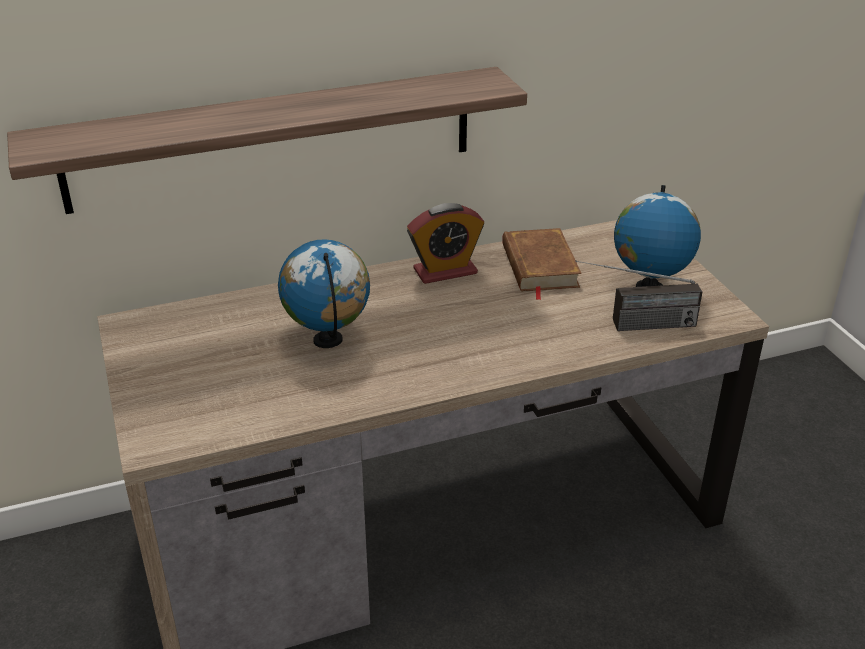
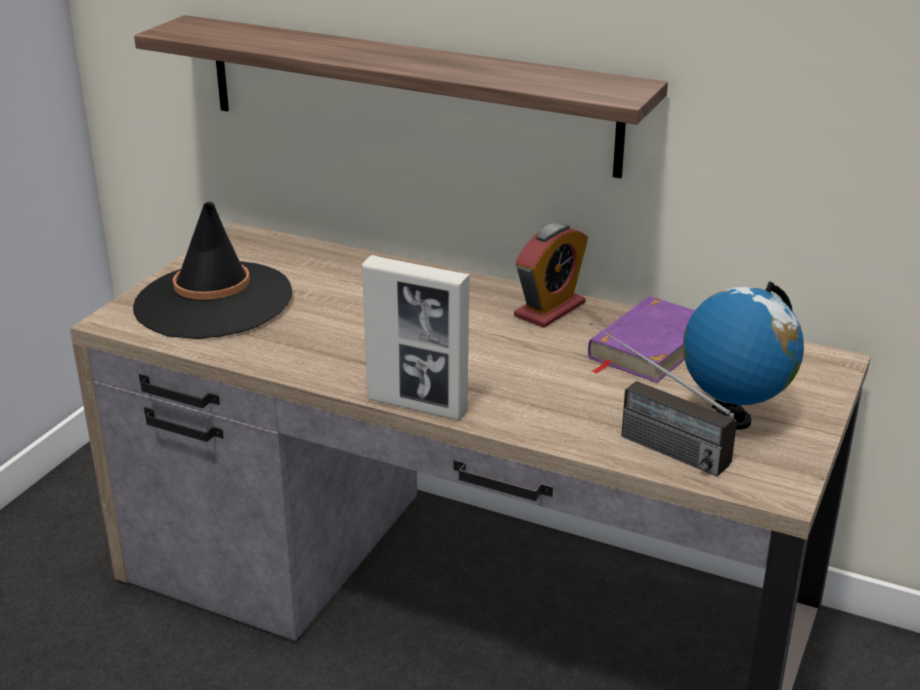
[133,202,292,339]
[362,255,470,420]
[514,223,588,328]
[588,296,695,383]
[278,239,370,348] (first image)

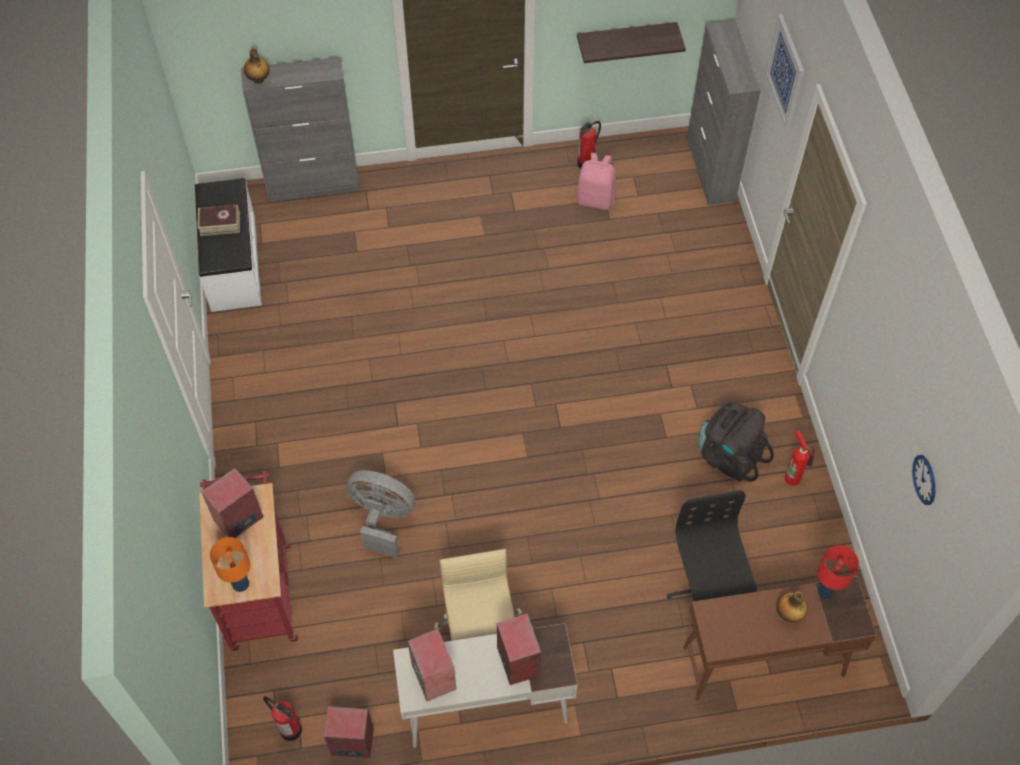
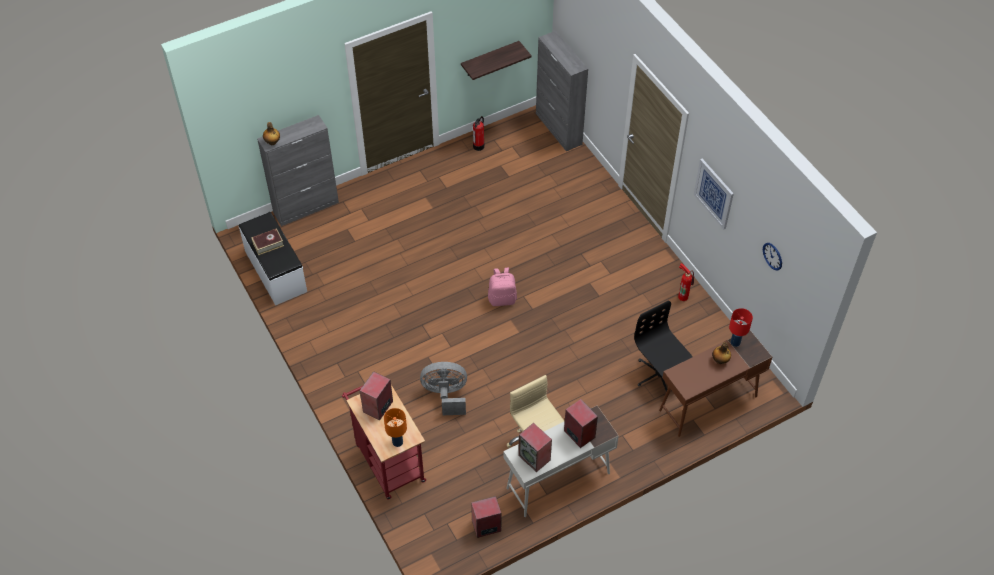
[488,268,517,306]
[694,158,734,229]
[263,696,302,741] (first image)
[698,402,774,482] (first image)

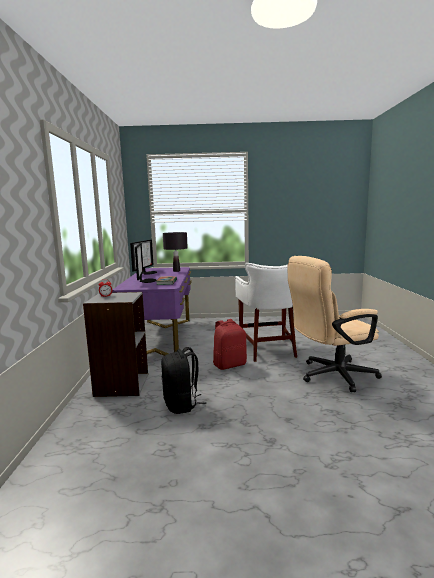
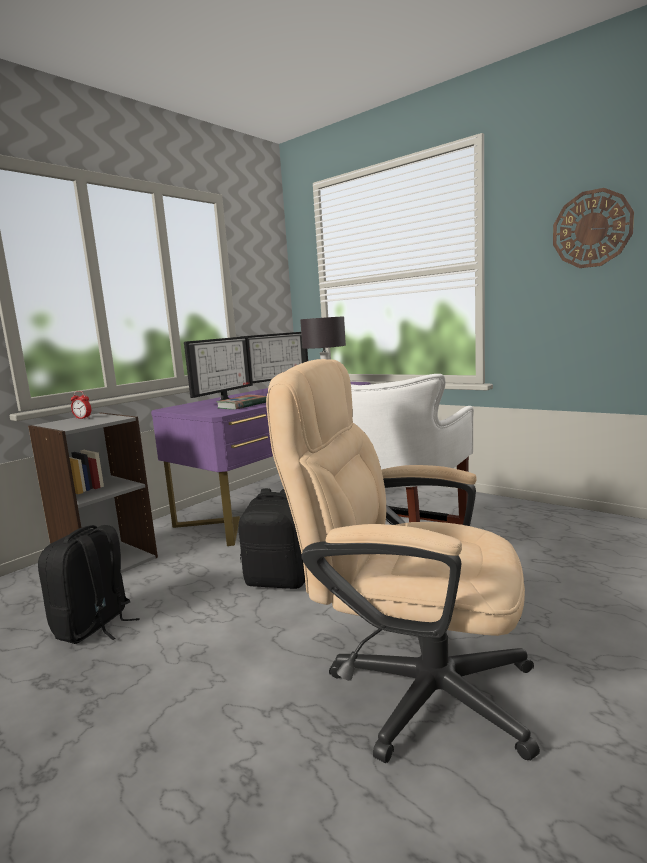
[239,488,305,589]
[553,188,634,268]

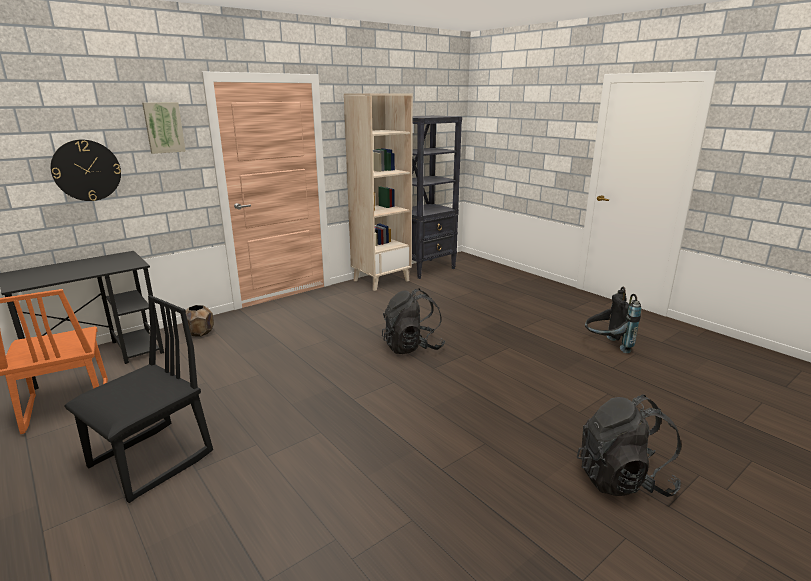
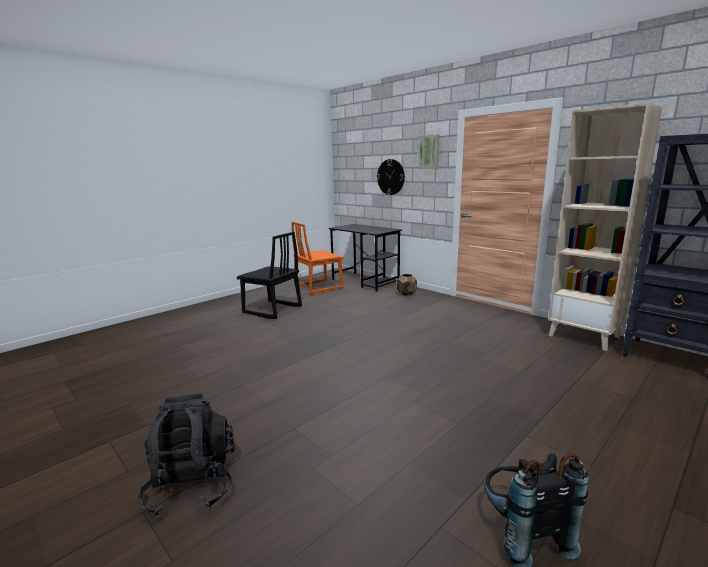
[382,288,446,354] (first image)

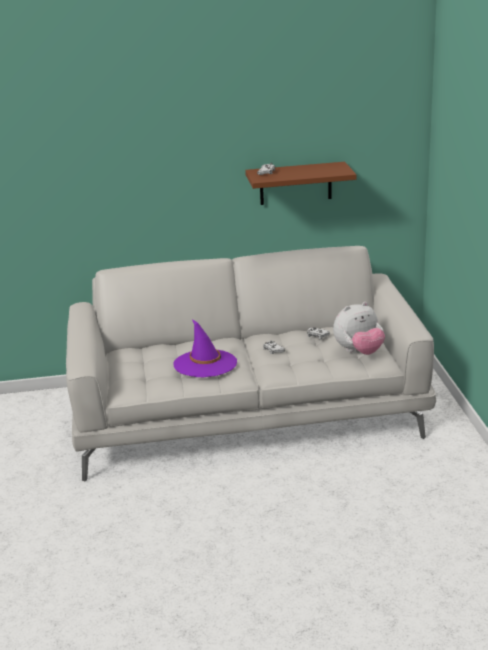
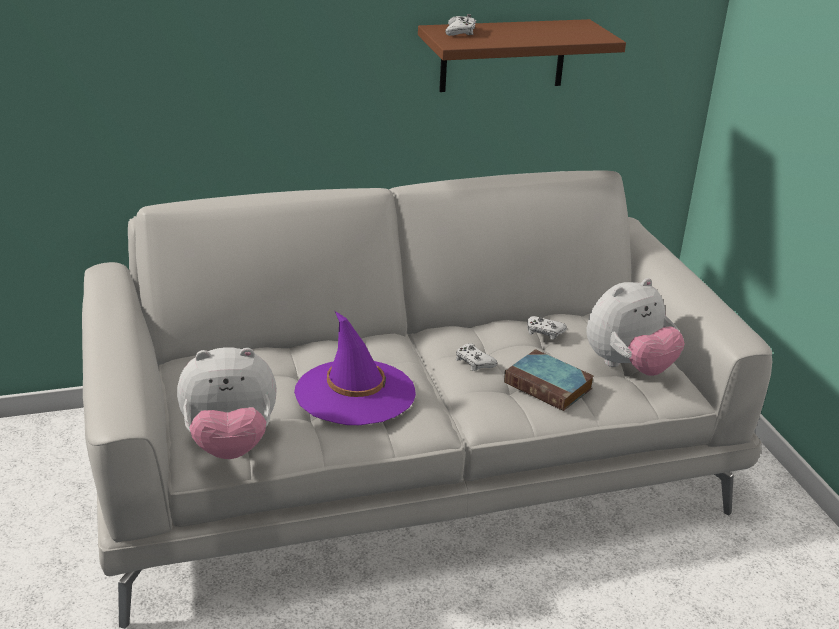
[177,347,277,459]
[504,349,594,411]

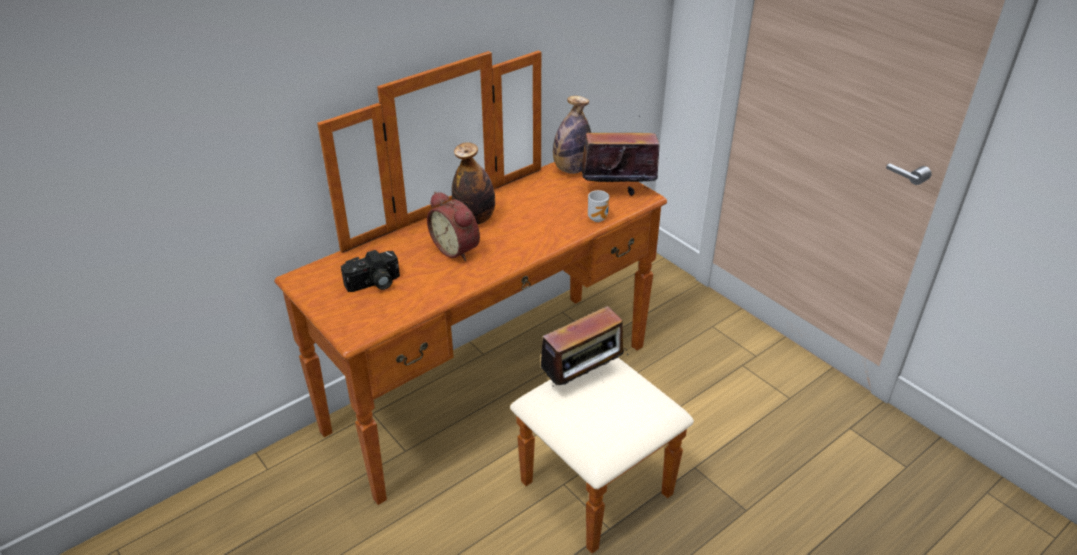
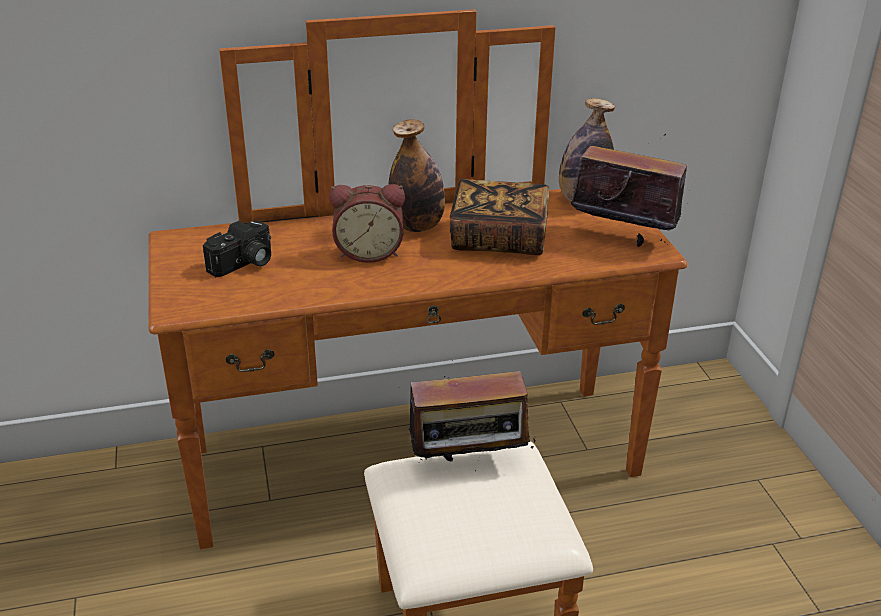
[203,220,271,277]
[329,184,405,263]
[450,179,549,255]
[588,190,609,222] (first image)

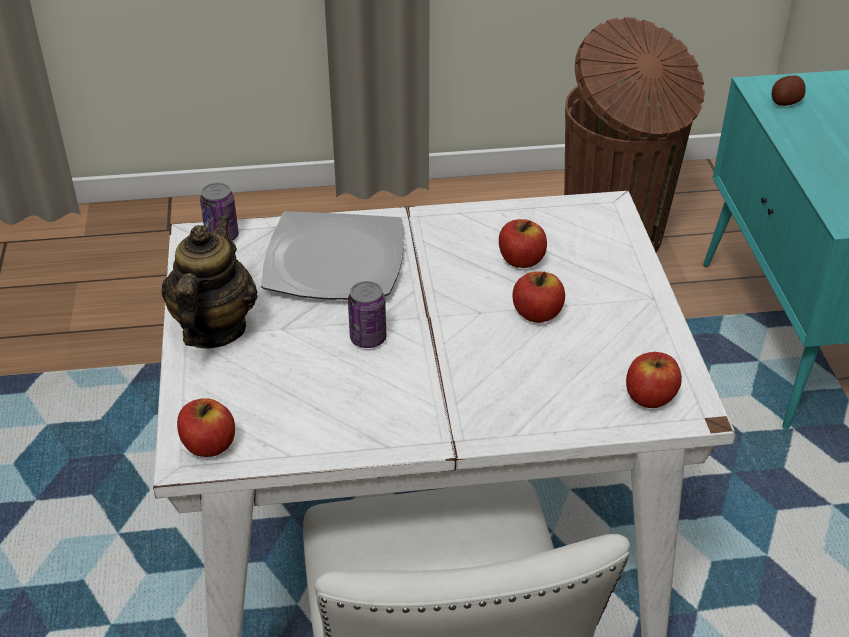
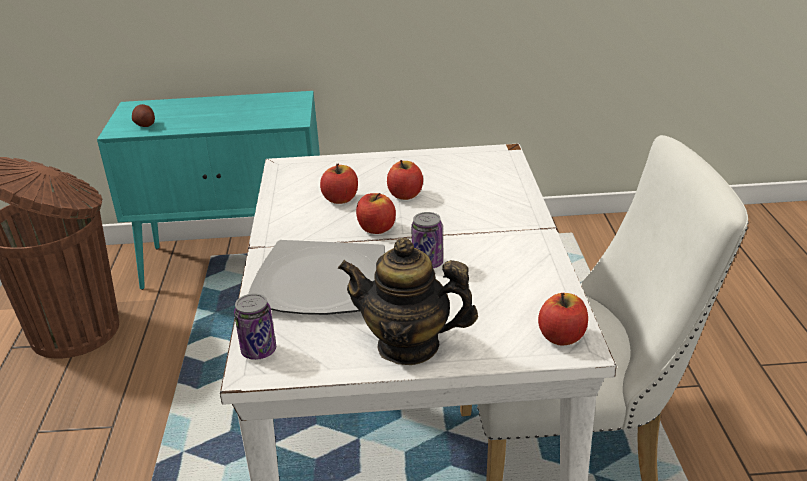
[356,193,396,234]

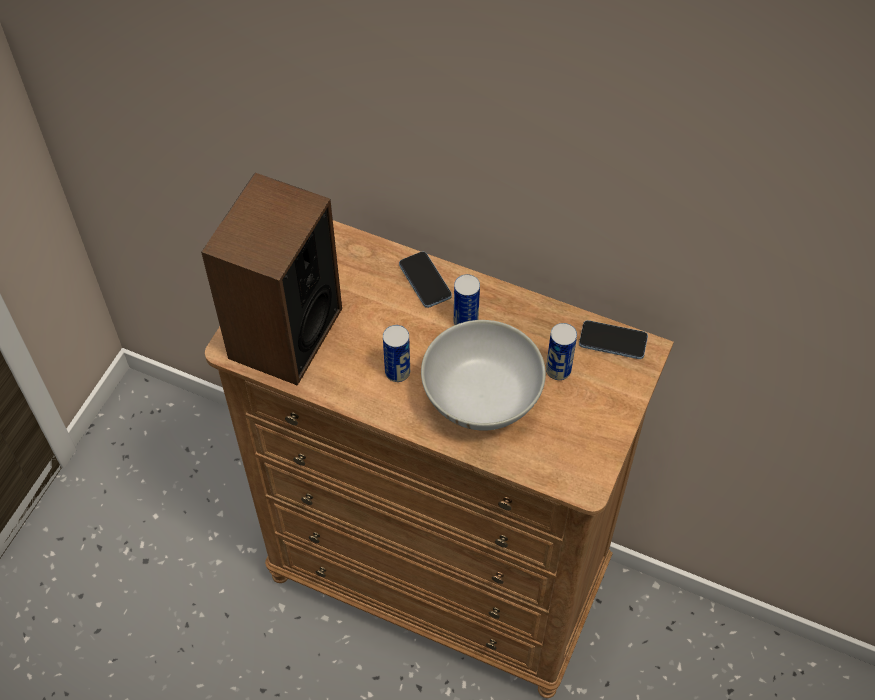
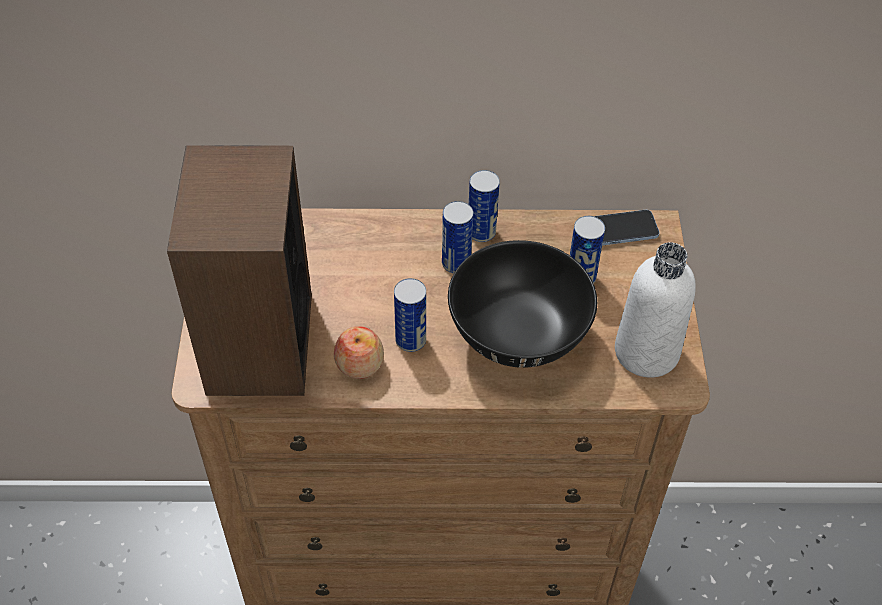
[334,326,384,379]
[448,240,597,368]
[469,170,500,242]
[615,242,696,378]
[399,251,452,308] (first image)

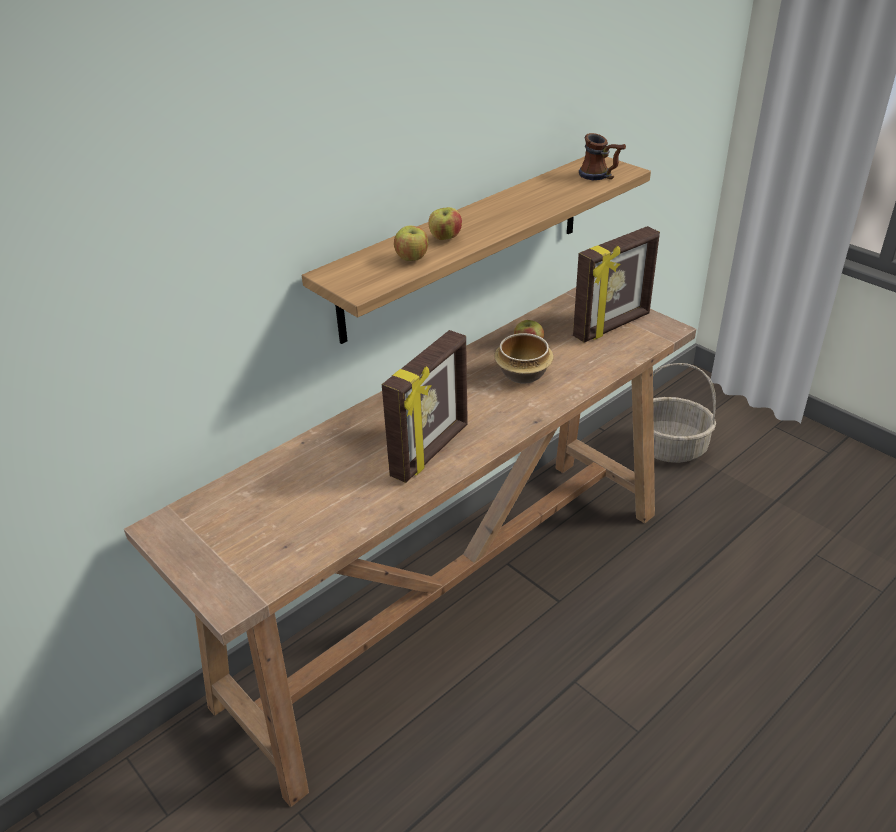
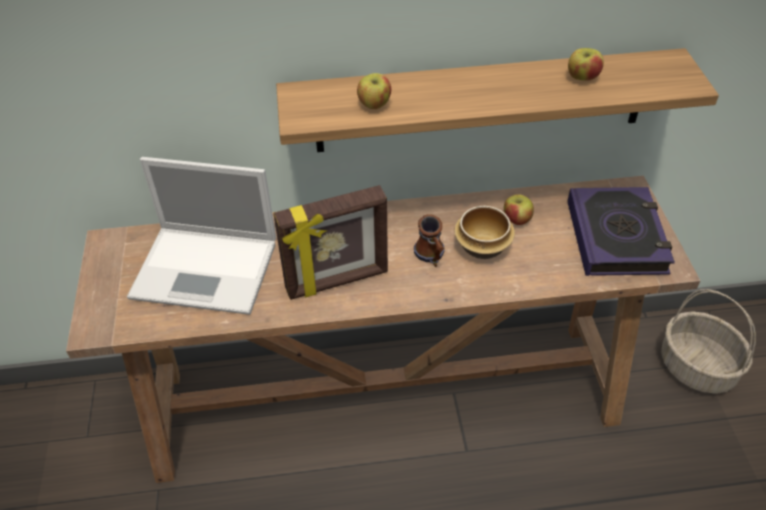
[127,157,276,315]
[414,214,444,267]
[567,187,675,276]
[568,48,604,81]

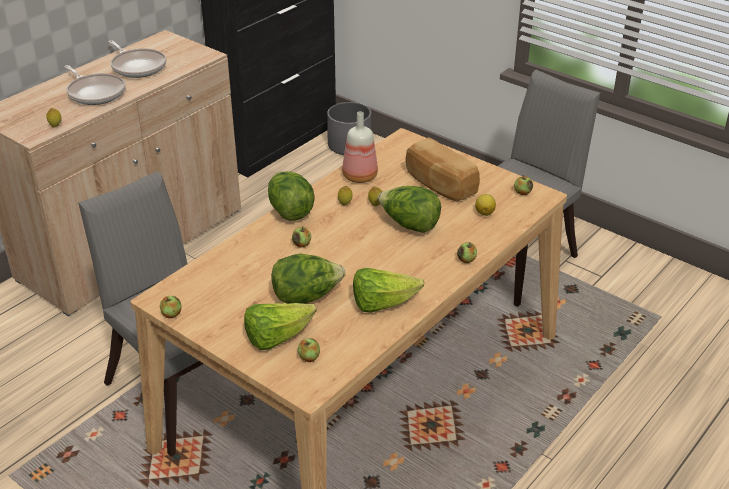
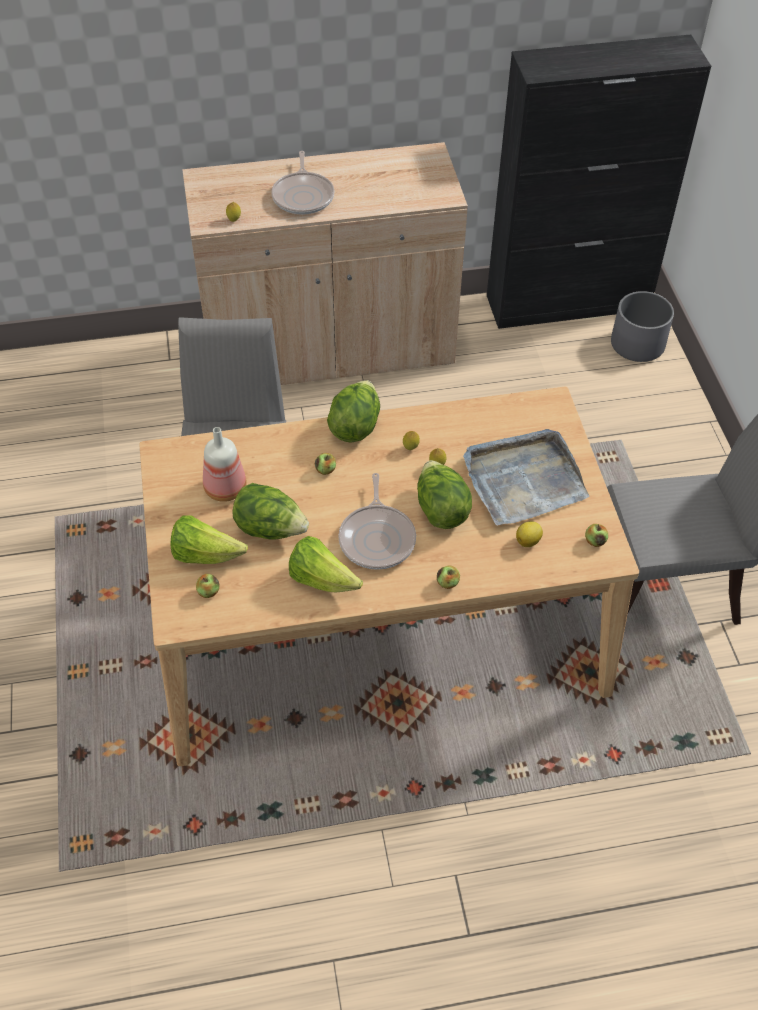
[203,427,247,502]
[338,473,416,570]
[463,429,590,525]
[160,296,182,318] (first image)

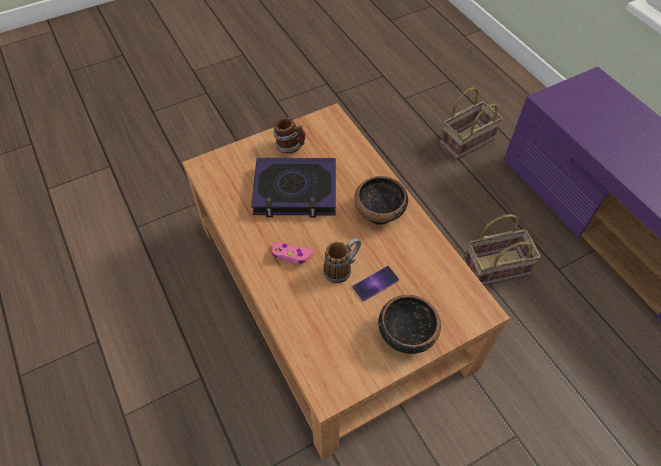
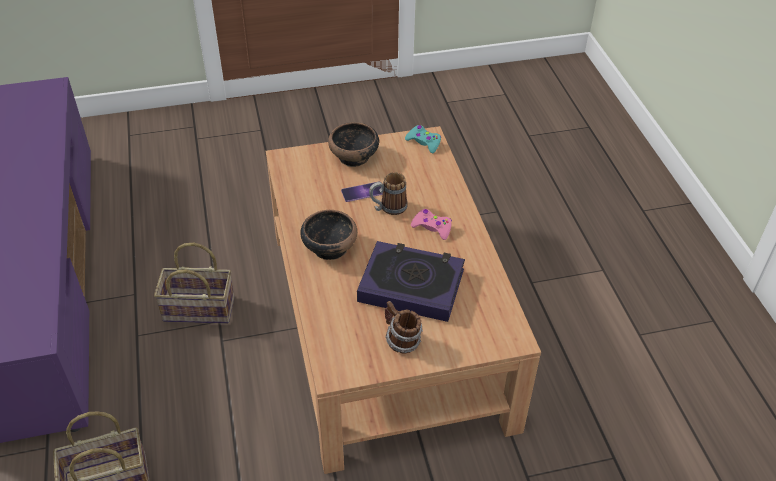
[405,125,441,153]

